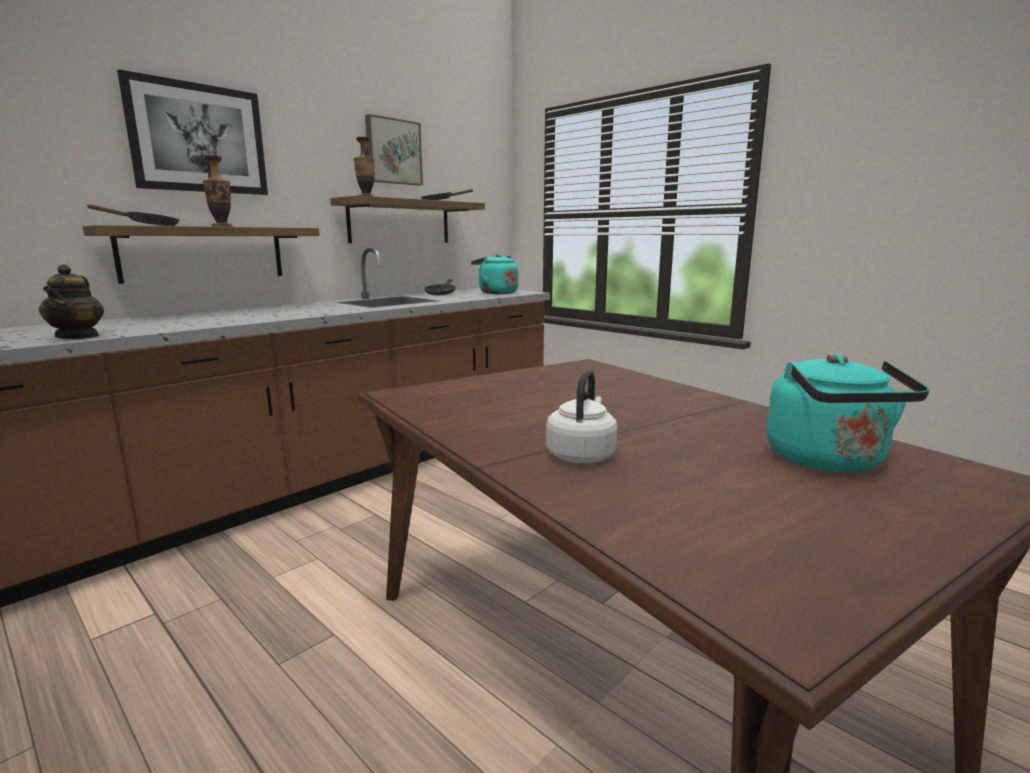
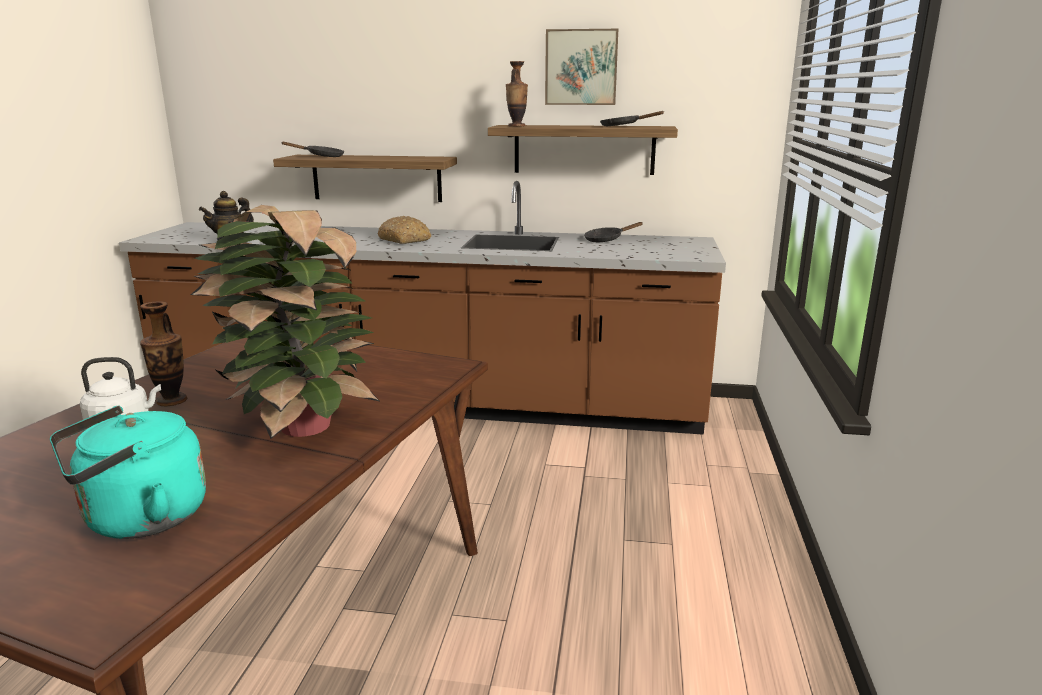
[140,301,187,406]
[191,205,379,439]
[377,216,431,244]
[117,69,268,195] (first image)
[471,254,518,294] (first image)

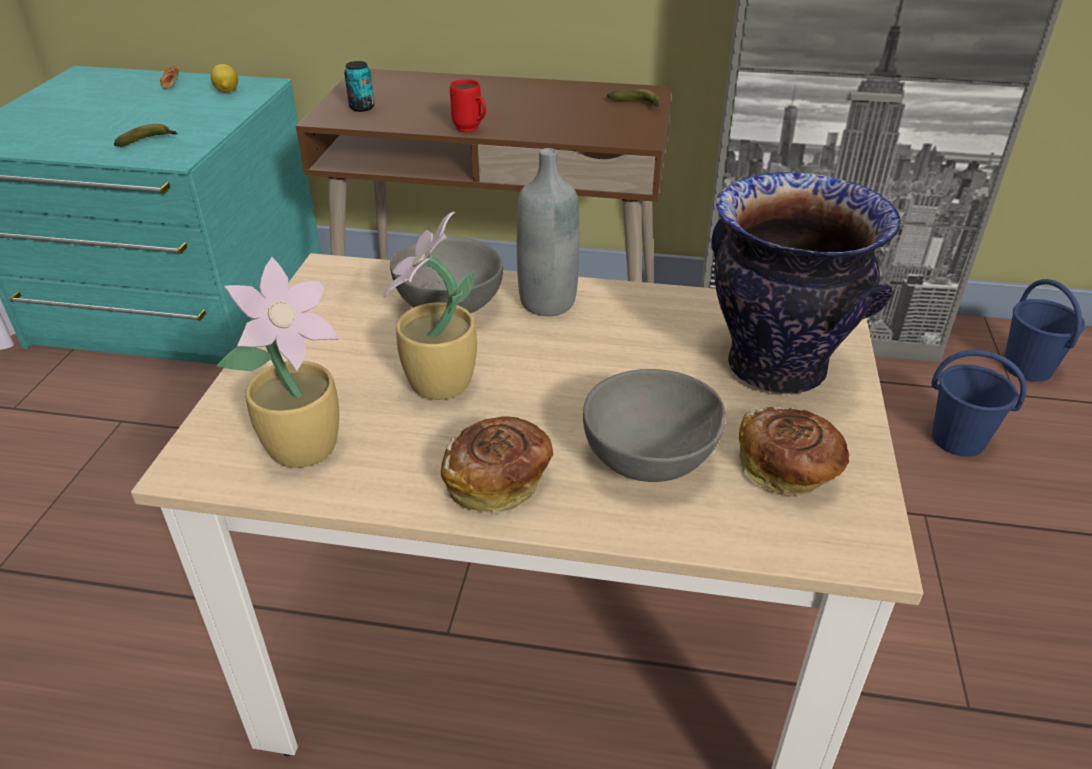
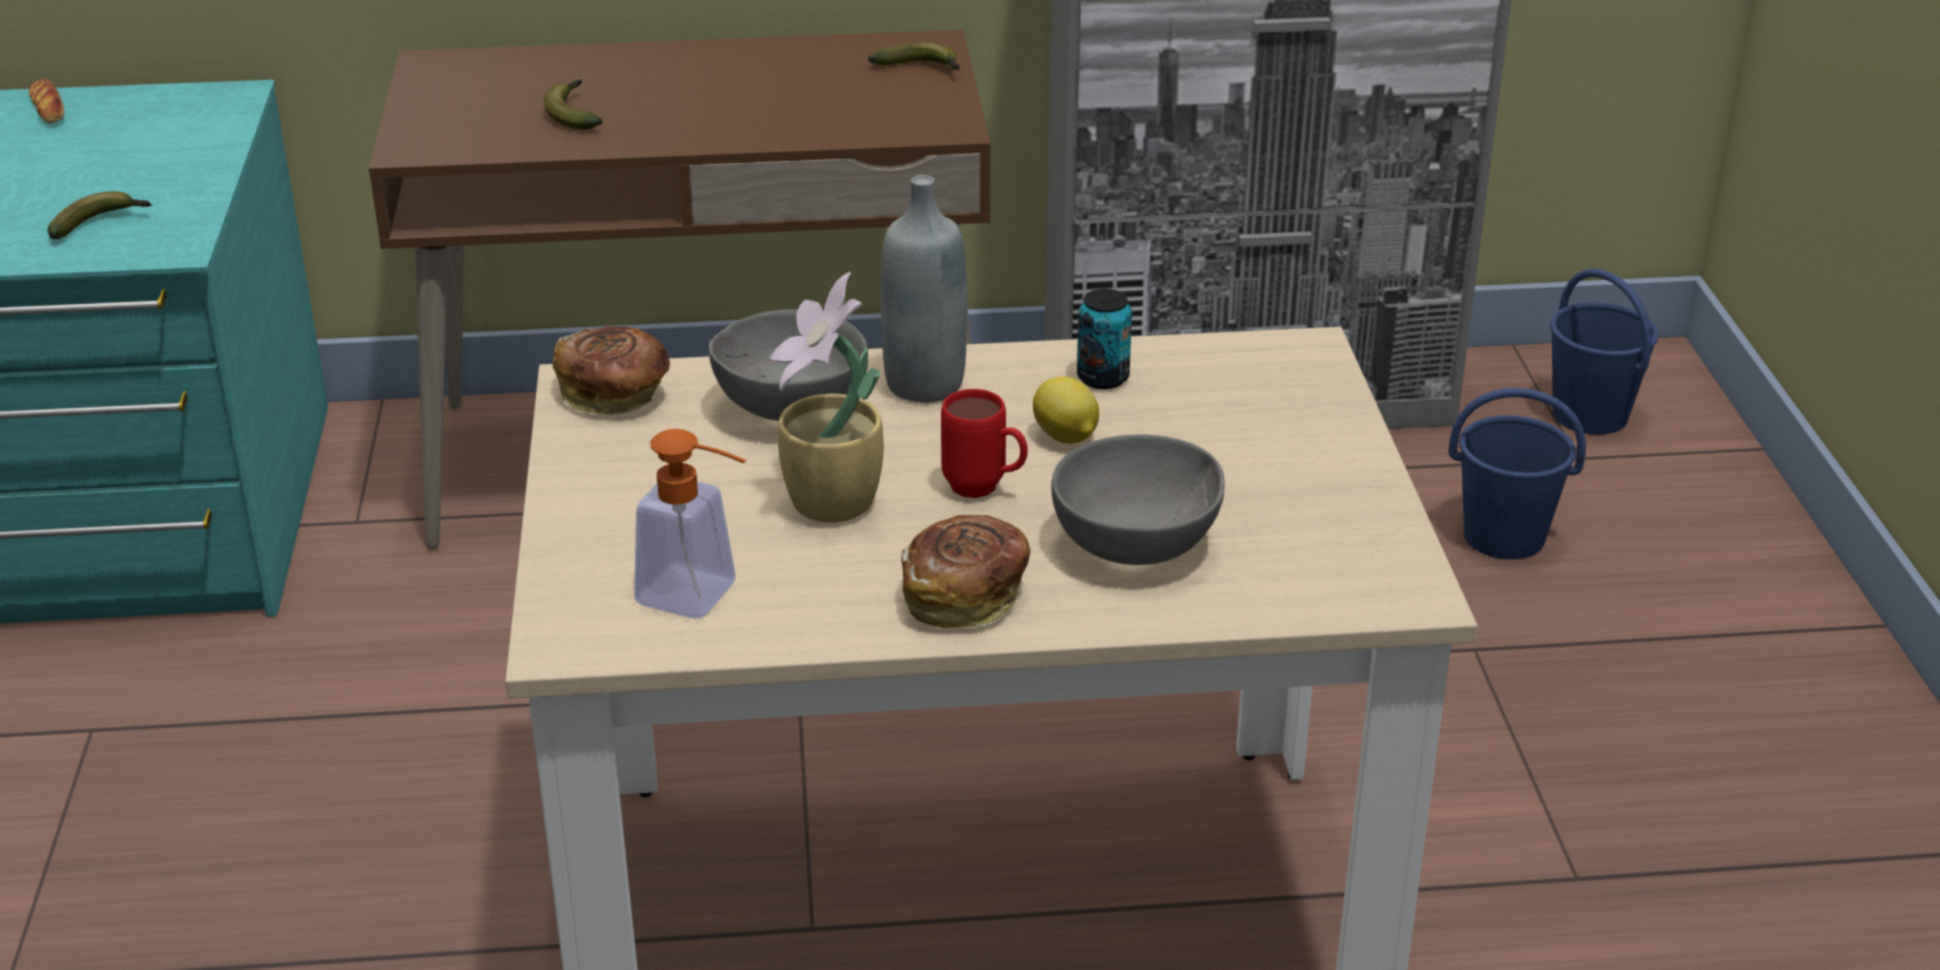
[544,80,602,130]
[553,326,670,415]
[634,429,746,619]
[941,389,1028,498]
[1033,377,1099,444]
[1077,289,1132,389]
[711,172,901,394] (first image)

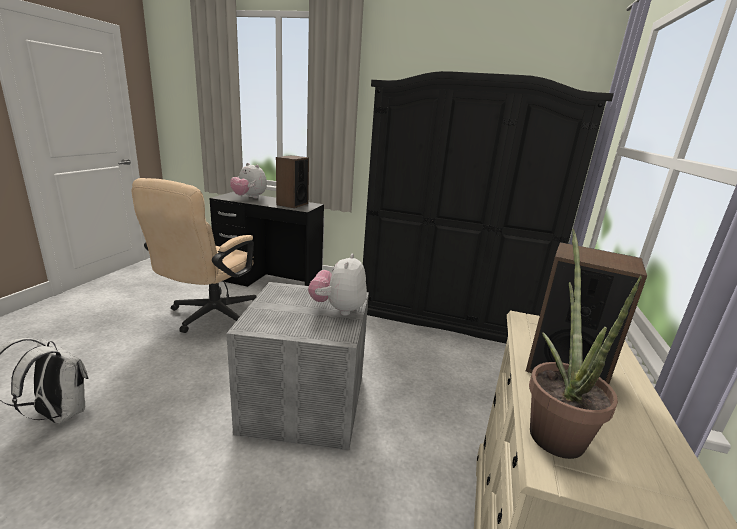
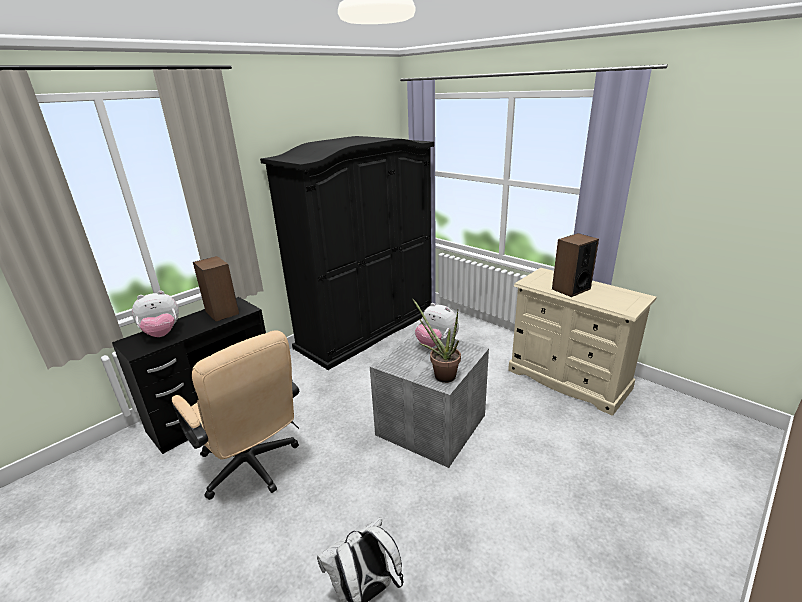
[412,298,461,383]

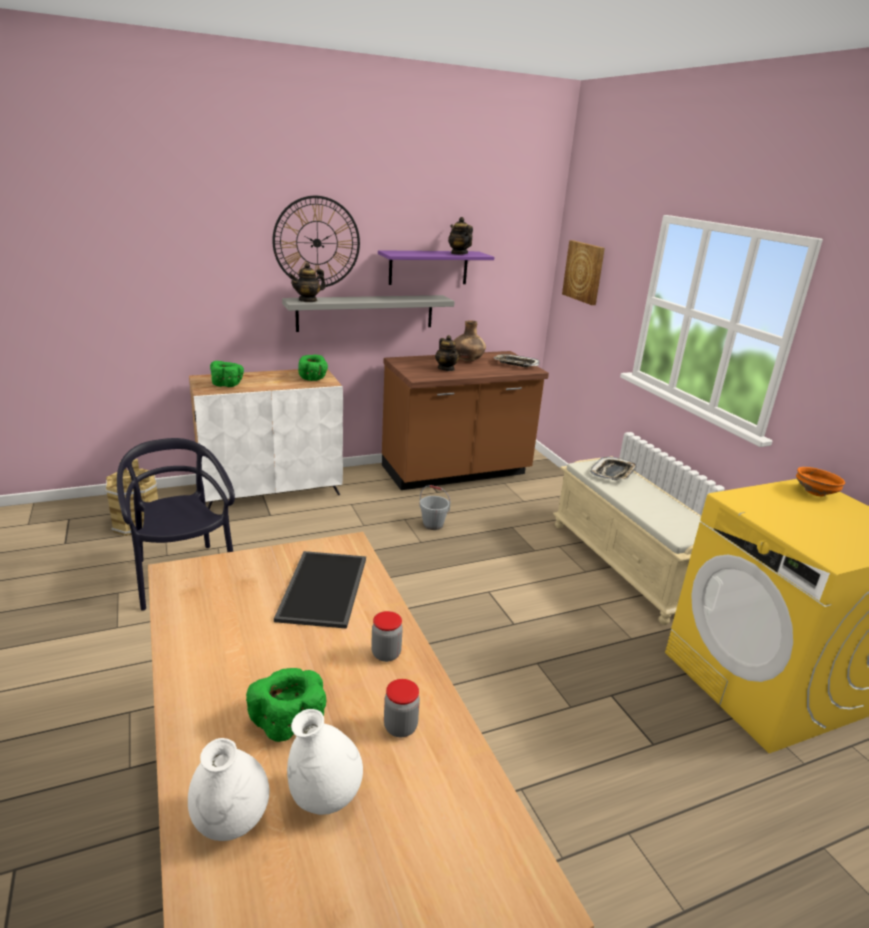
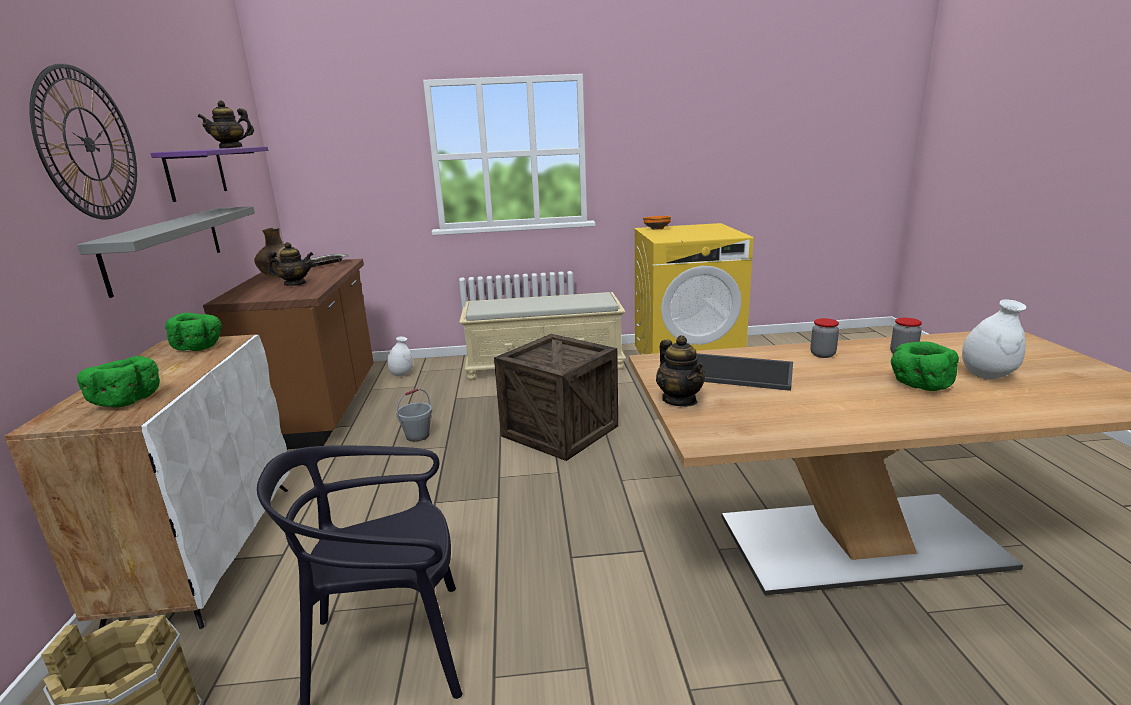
[387,337,413,377]
[494,334,618,461]
[656,335,705,407]
[562,240,605,305] (first image)
[590,457,637,480] (first image)

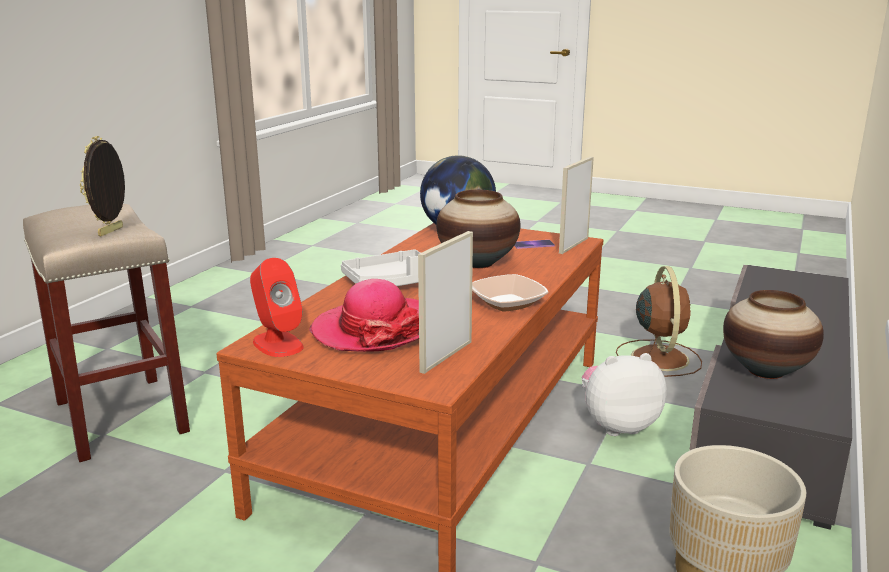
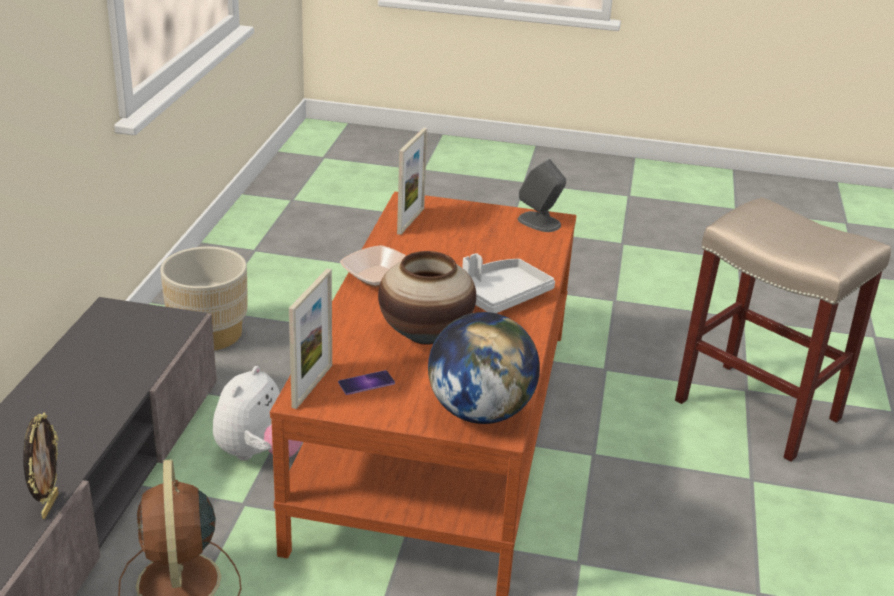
[23,412,59,519]
[213,366,302,460]
[518,159,566,232]
[309,279,419,352] (first image)
[723,290,824,379] (first image)

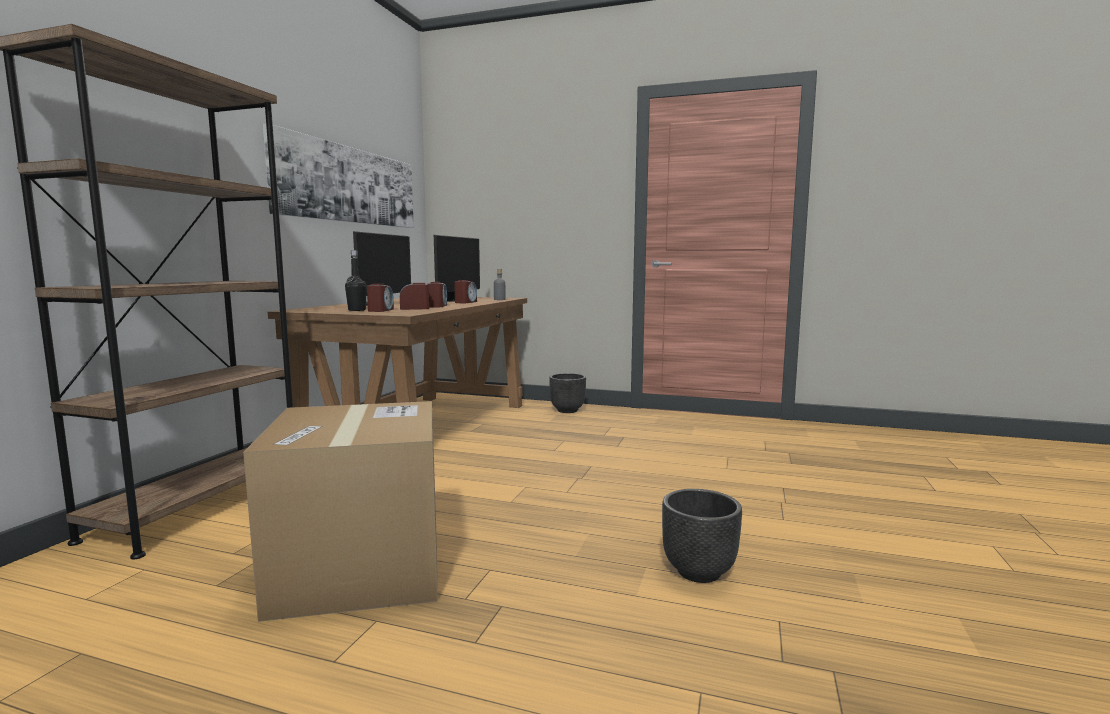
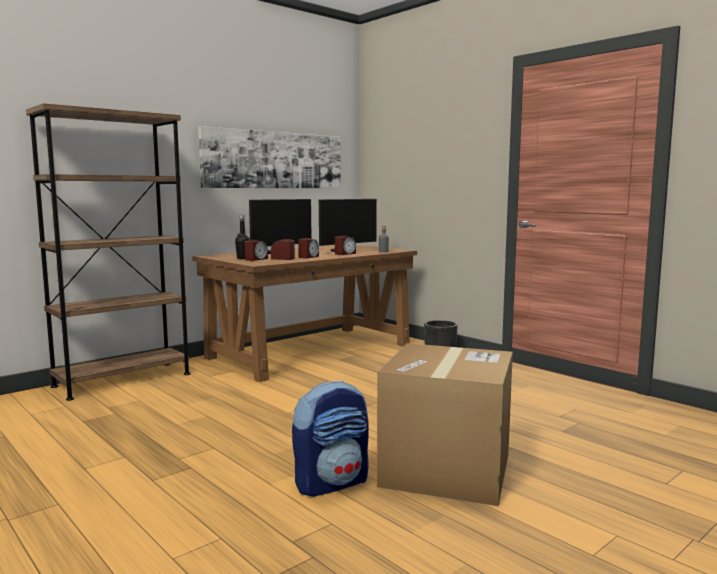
[292,381,368,496]
[377,343,513,506]

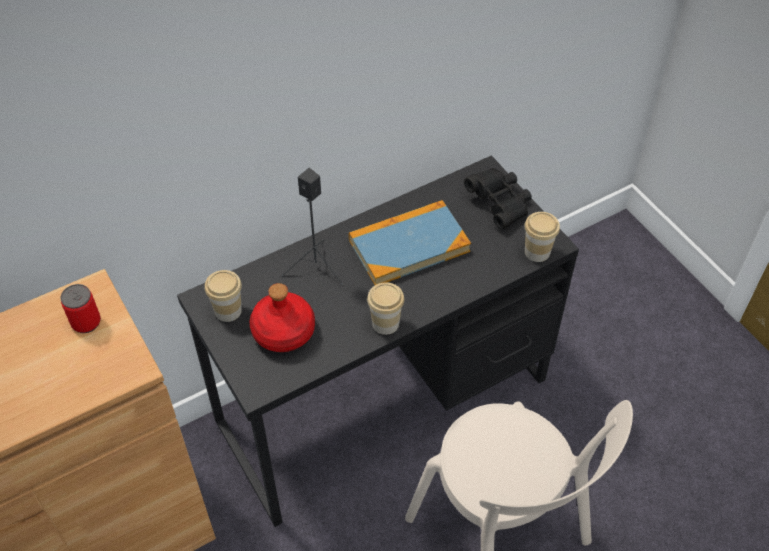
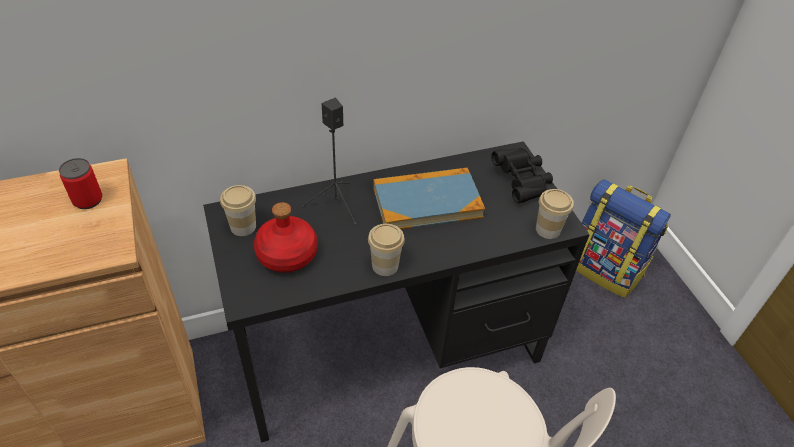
[576,179,671,298]

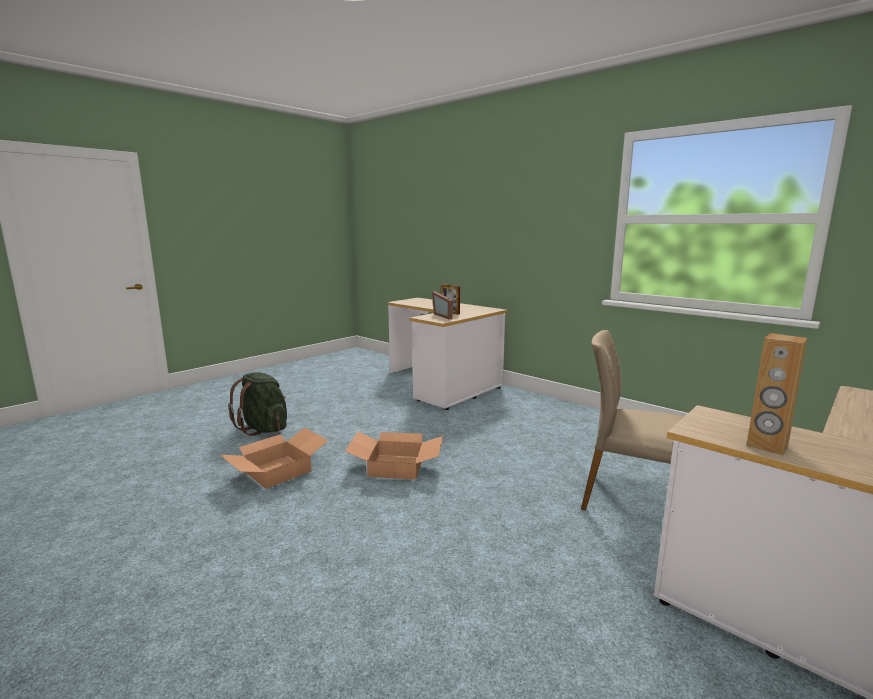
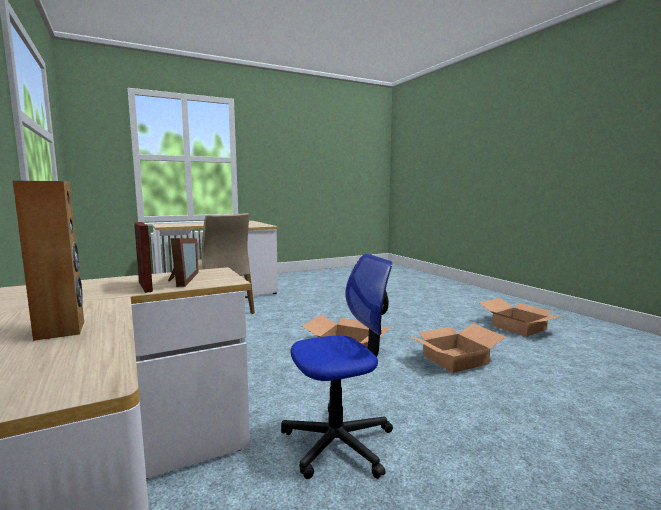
[13,181,84,341]
[281,254,393,479]
[480,298,566,337]
[228,372,287,436] (first image)

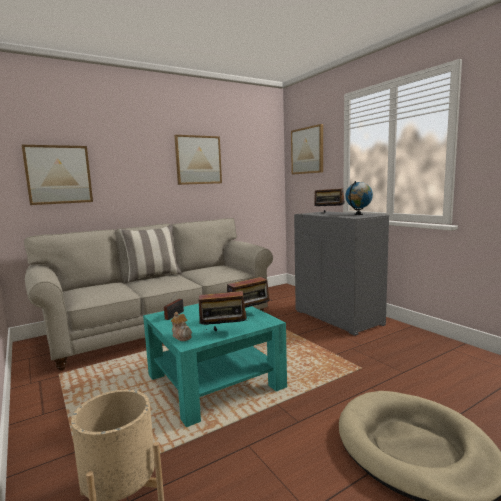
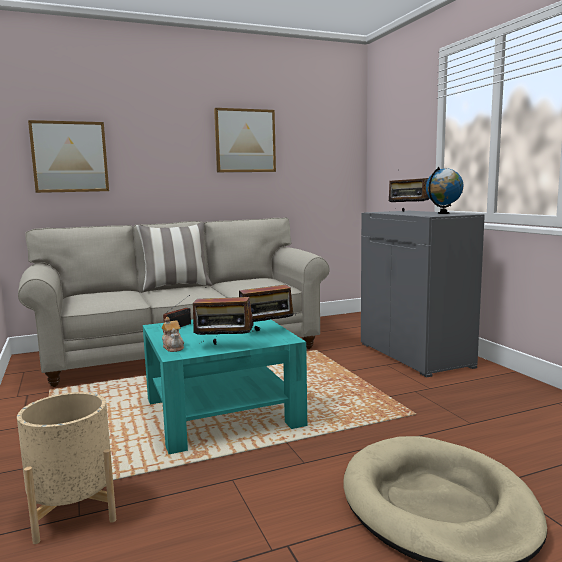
[291,124,323,174] (first image)

